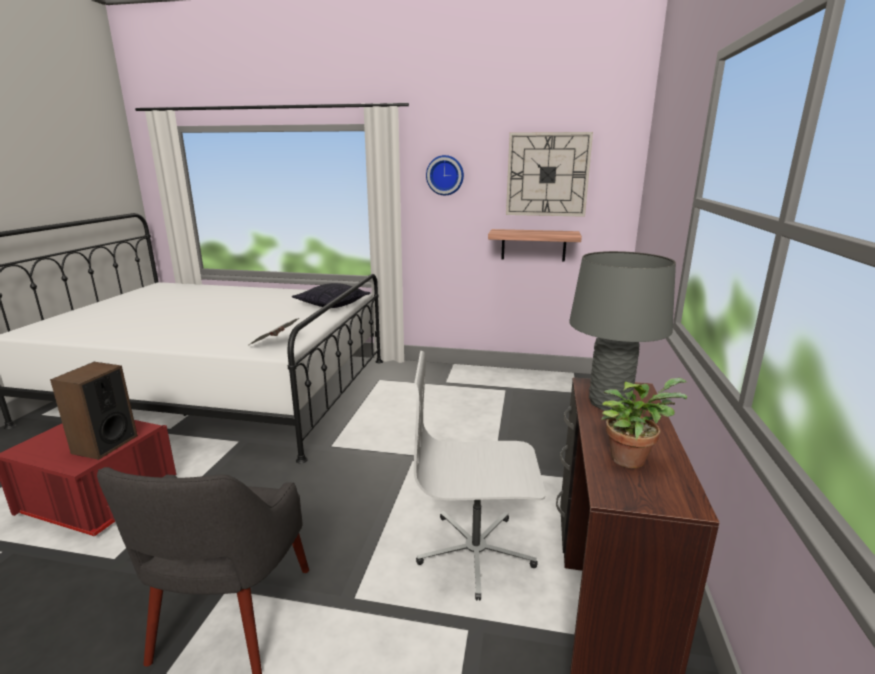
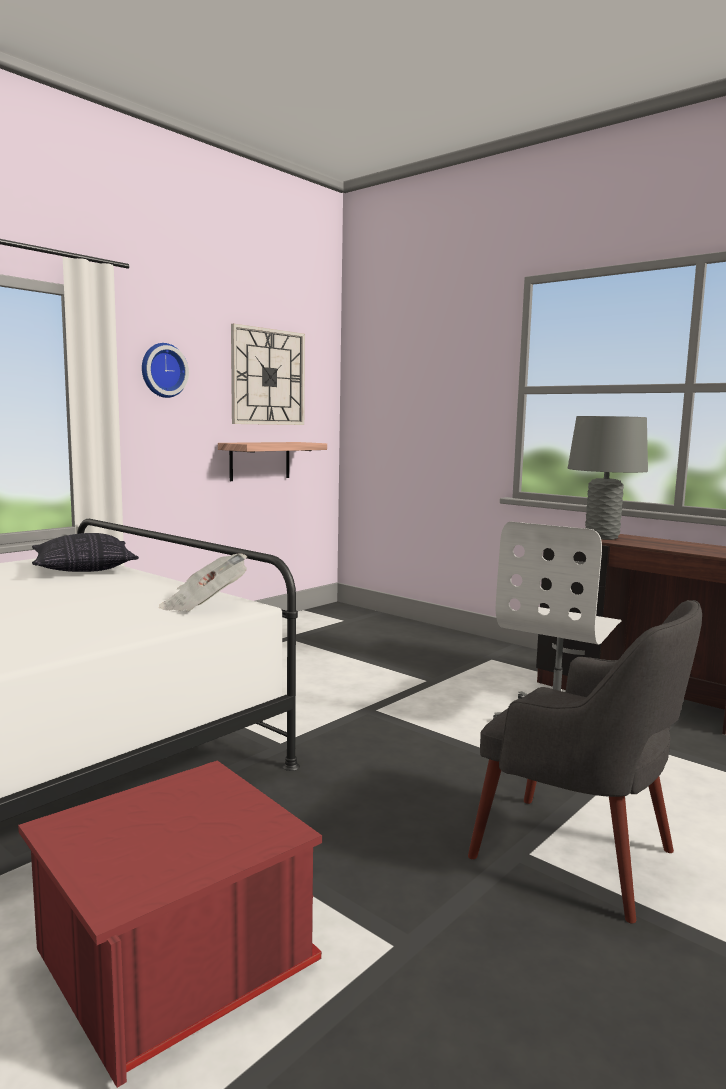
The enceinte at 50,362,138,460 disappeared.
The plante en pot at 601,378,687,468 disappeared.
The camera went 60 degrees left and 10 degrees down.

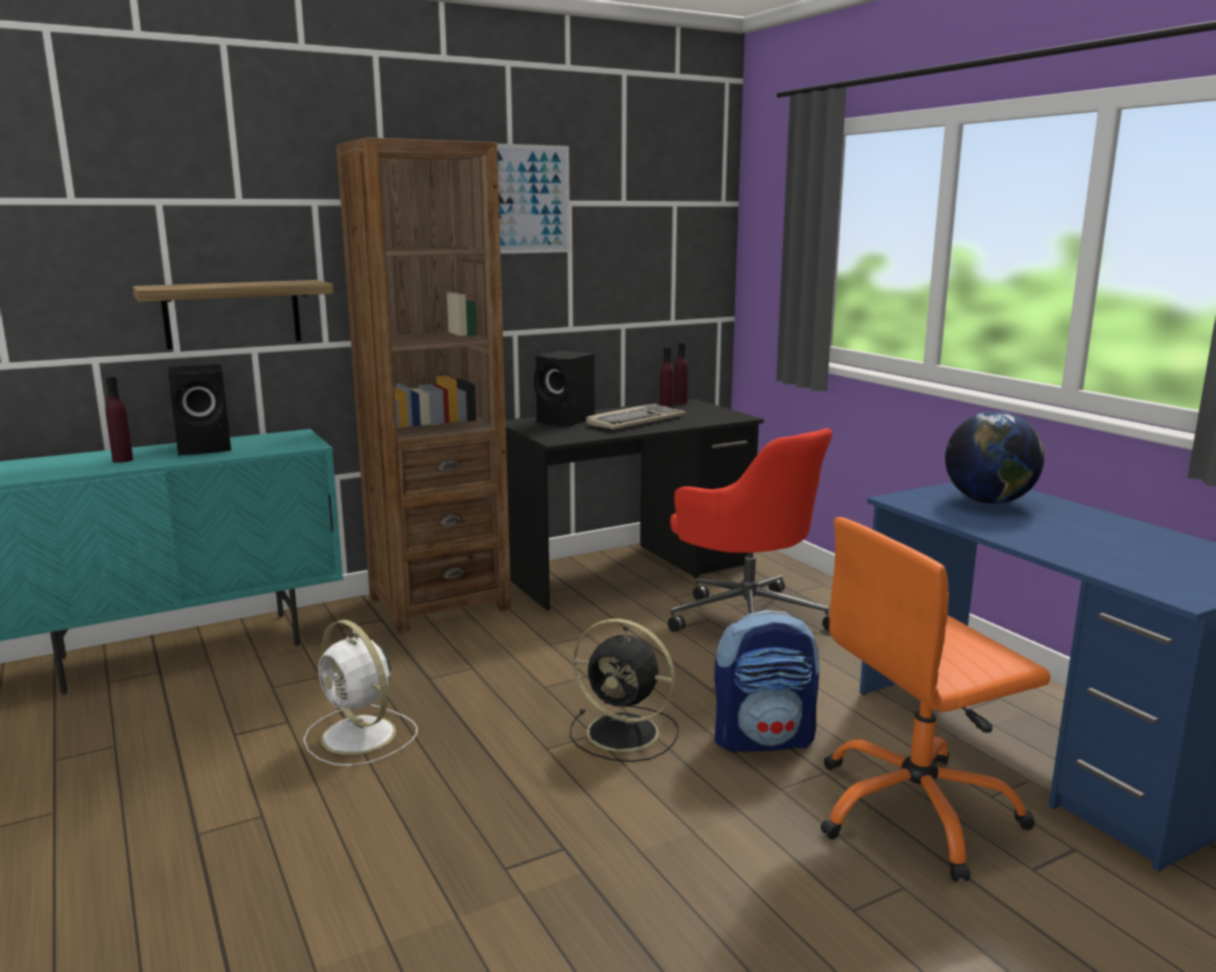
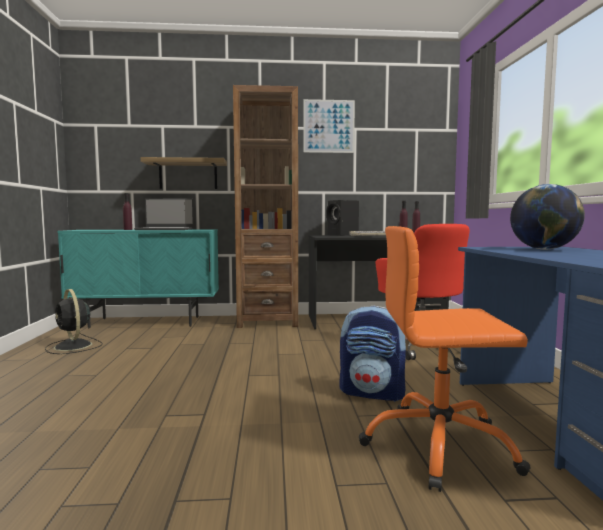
The ventilateur (noir) moved from 570,619,679,762 to 45,289,102,354.
The enceinte (noir) at 168,364,231,455 was replaced by the ordinateur portable at 134,199,194,230.
The ventilateur (blanc) at 303,620,417,766 disappeared.
The camera went 25 degrees right and 10 degrees down.

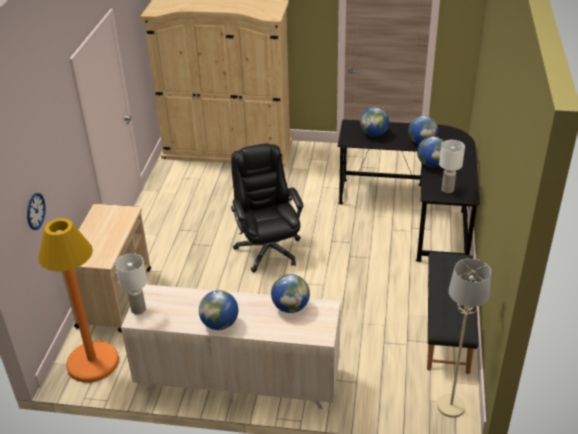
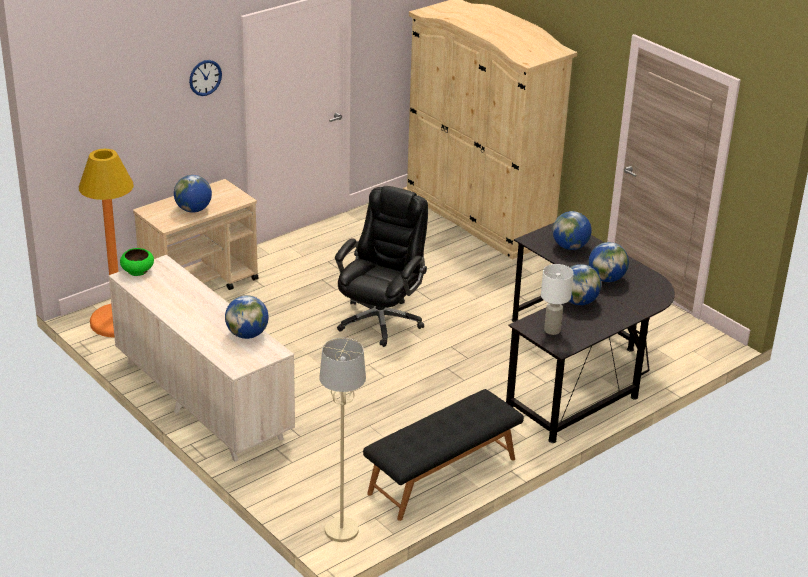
The lampe de table (blanc) at 115,253,147,315 was replaced by the bol (vert) at 120,248,154,276.
The globe moved from 199,290,238,330 to 174,175,212,213.
The horloge murale moved from 27,193,46,230 to 189,60,222,96.
The camera went 40 degrees right and 5 degrees down.

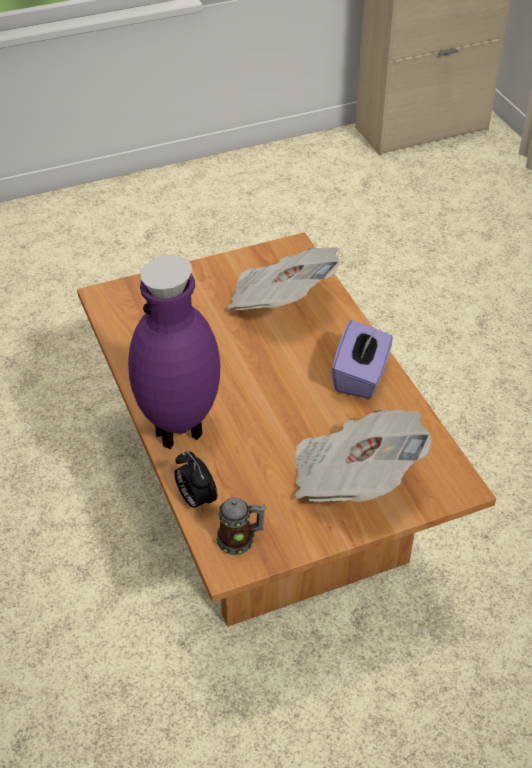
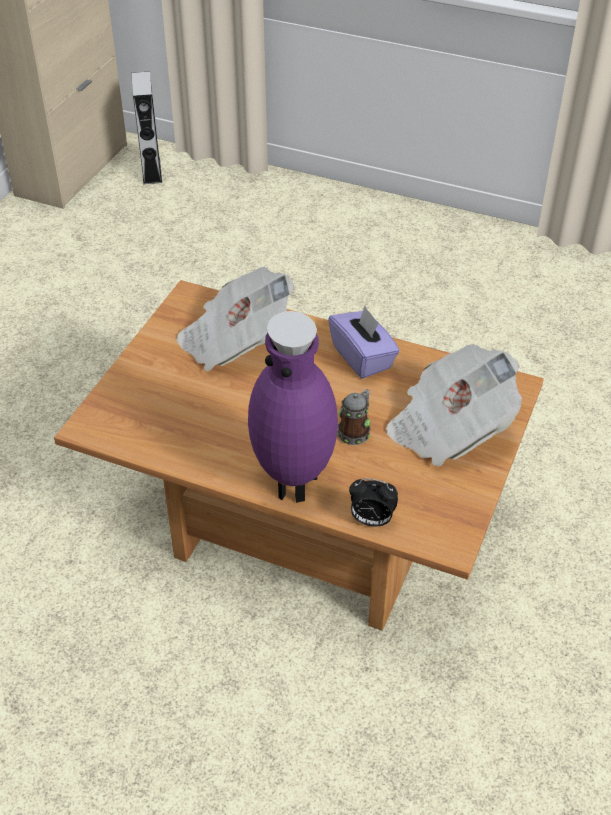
The enceinte (gris) at 131,71,162,184 appeared.
The mug moved from 215,497,266,555 to 337,389,371,445.
The camera went 45 degrees left and 0 degrees up.

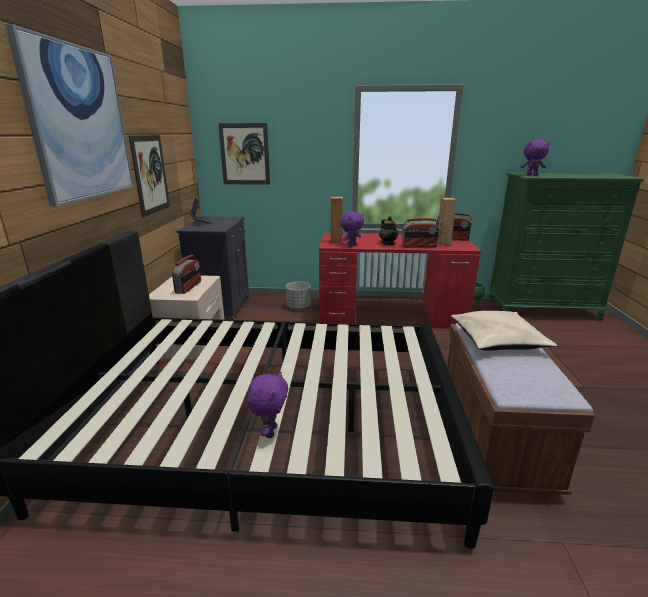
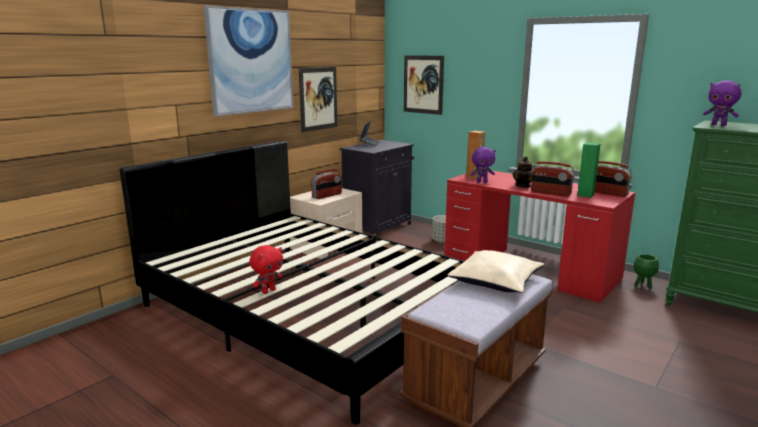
The peluche (violet) at 247,372,288,438 became the peluche (rouge) at 249,245,283,294.
The enceinte (marron) at 438,198,456,245 became the enceinte (vert) at 577,142,601,198.
The camera went 35 degrees right and 5 degrees down.

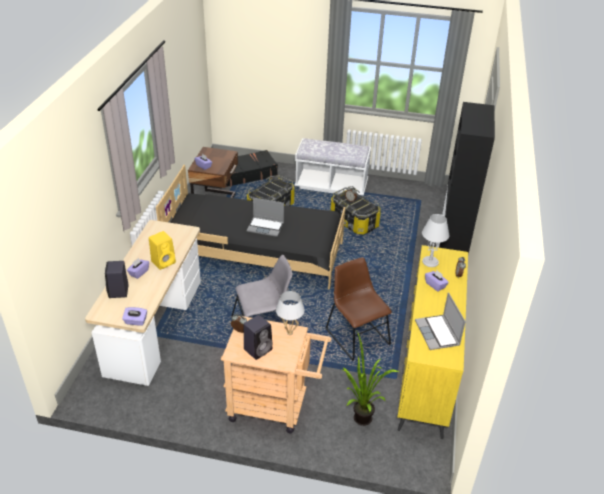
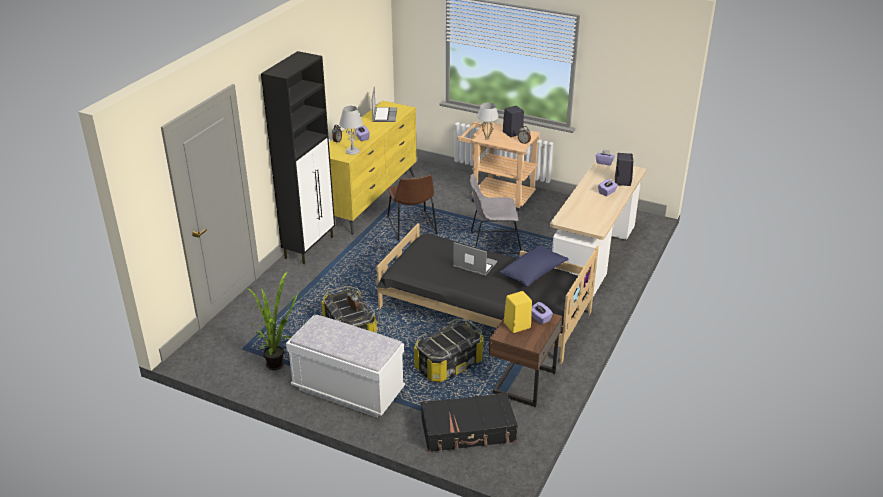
The plante en pot moved from 342,332,400,426 to 247,271,298,370.
The coussin (bleu) at 500,245,569,287 appeared.
The enceinte (jaune) moved from 149,231,176,270 to 504,291,532,333.
The camera went 165 degrees left and 5 degrees down.

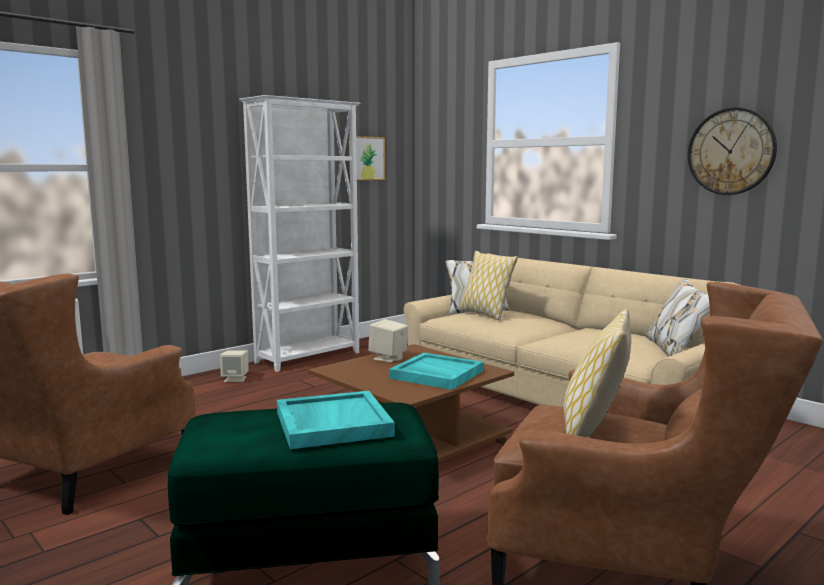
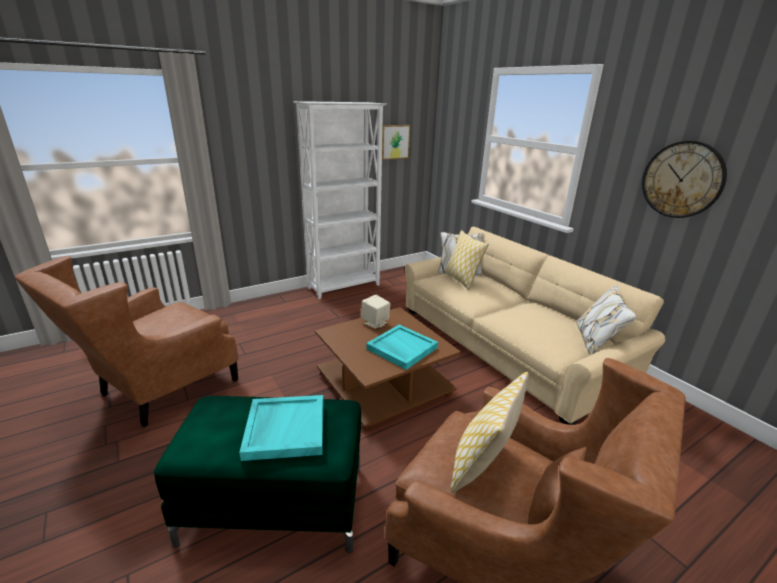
The enceinte (beige) at 220,350,249,382 disappeared.
The camera went 10 degrees right and 15 degrees up.

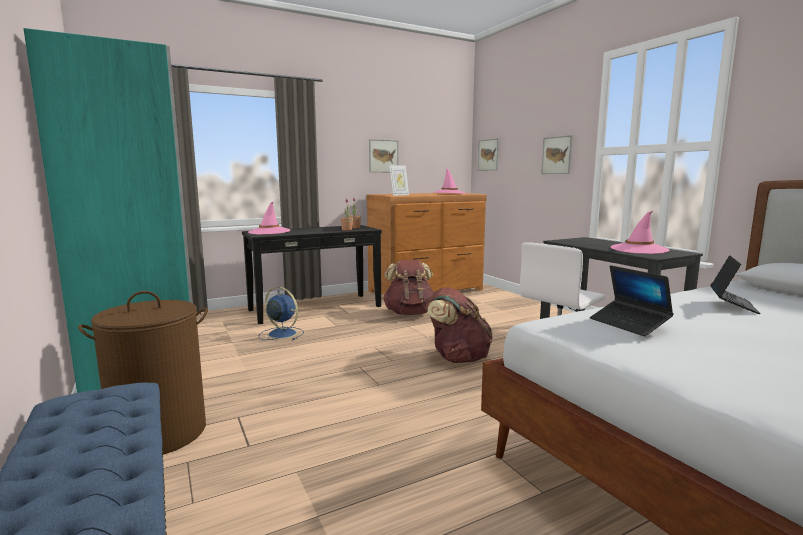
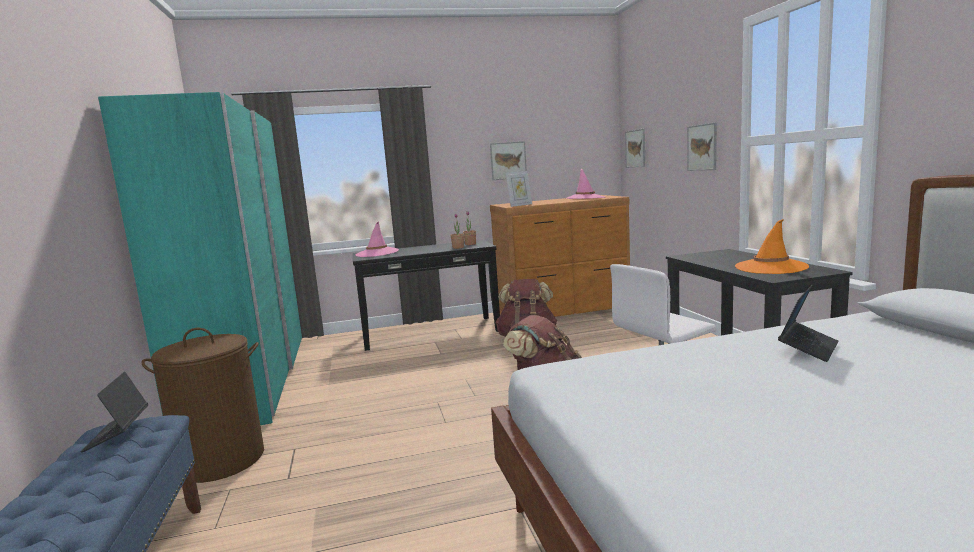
The ordinateur portable moved from 590,265,673,336 to 81,372,148,452.
The chapeau (rose) at 611,211,669,254 became the chapeau (orange) at 735,219,809,274.
The ventilateur (bleu) at 259,287,304,340 disappeared.
The camera went 15 degrees right and 0 degrees up.

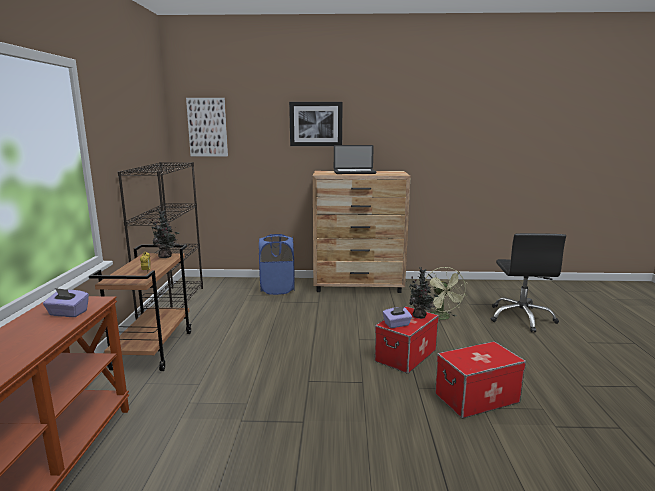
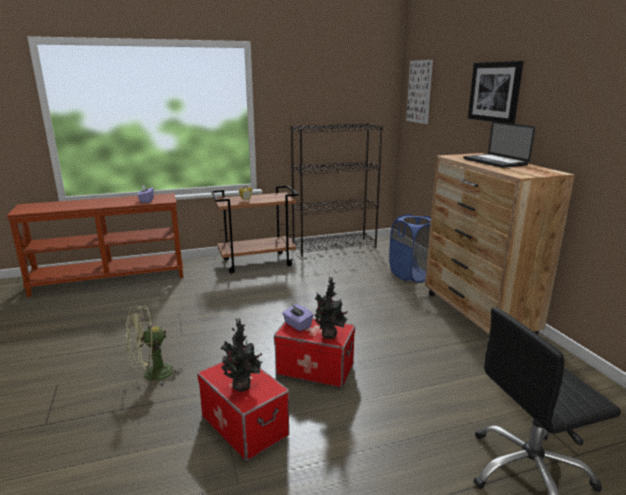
The ventilateur (vert) moved from 425,267,467,320 to 126,305,183,387.
The plante en pot moved from 151,209,179,258 to 221,318,263,392.
The camera went 70 degrees right and 5 degrees up.

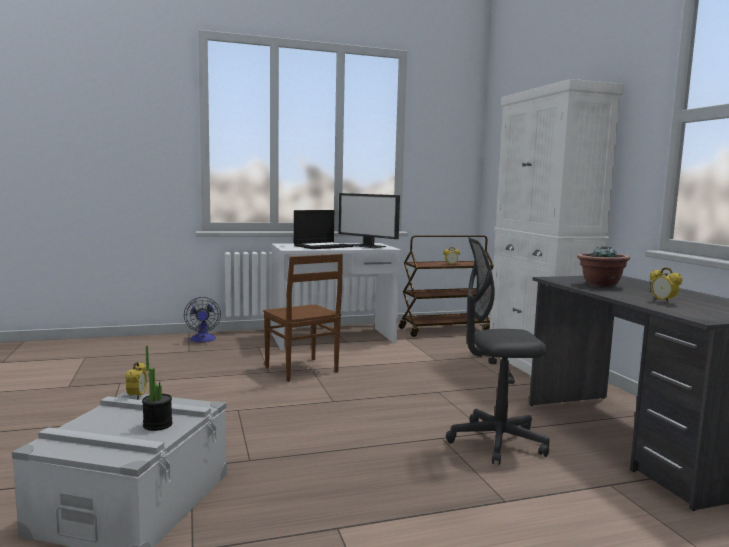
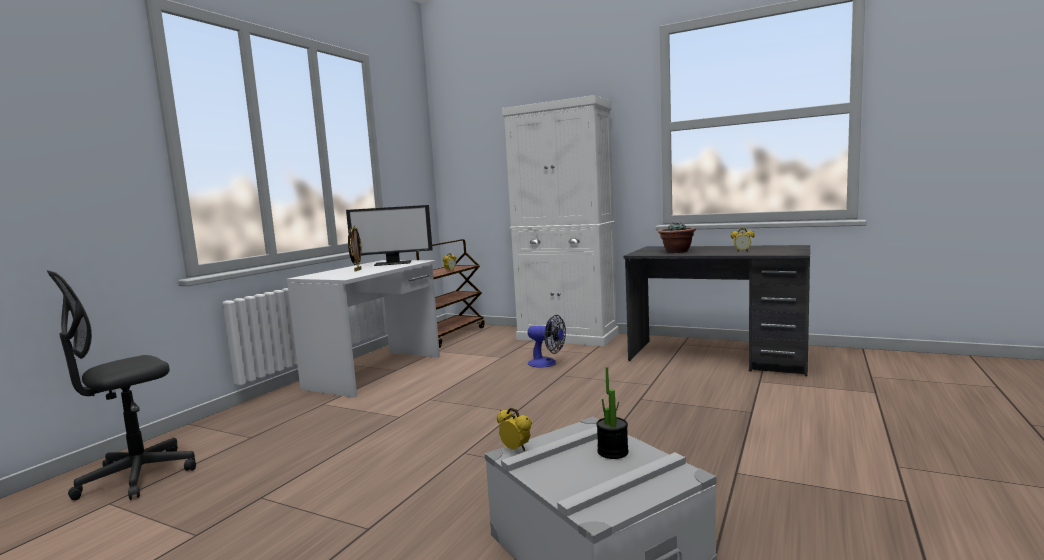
The chaise de bureau (gris) moved from 446,237,550,465 to 47,270,196,500.
The ordinateur portable at 294,210,353,249 was replaced by the cadre photo at 348,225,362,272.
The ventilateur moved from 184,297,221,342 to 528,315,566,368.
The chaise (marron) at 263,254,343,382 disappeared.
The camera went 45 degrees left and 0 degrees up.

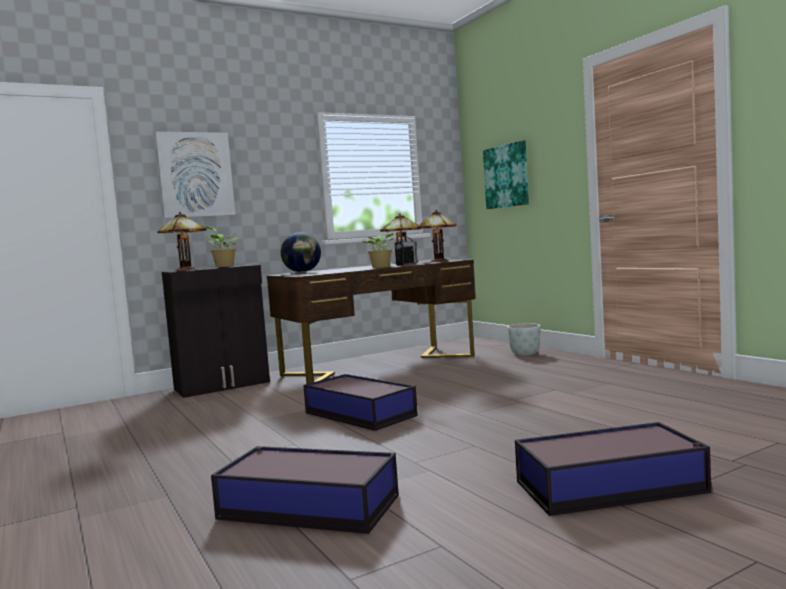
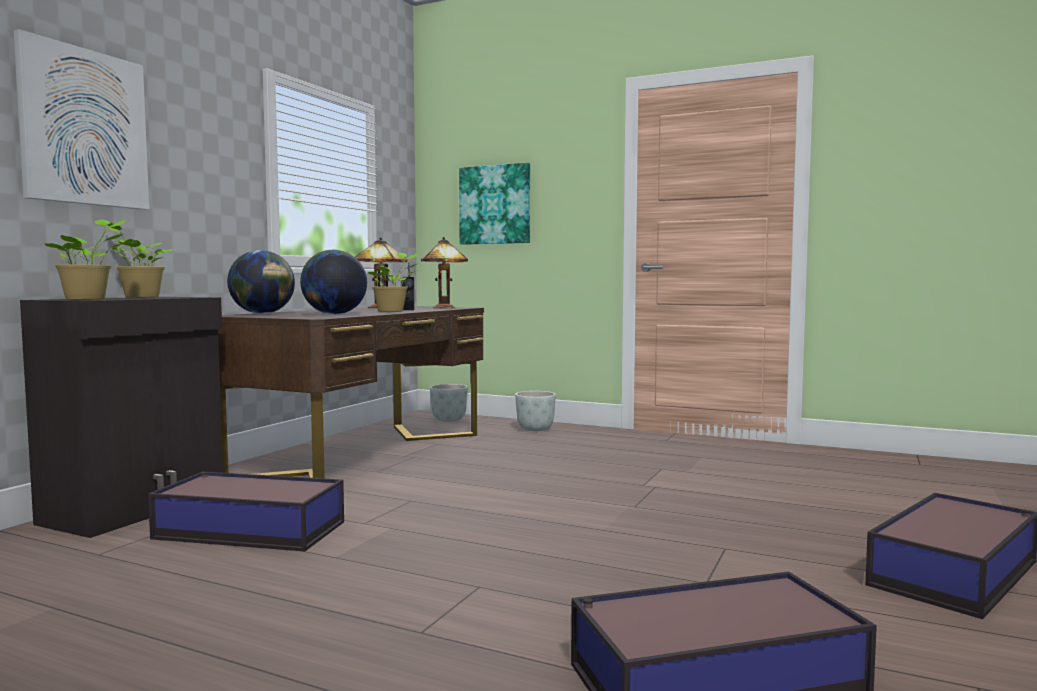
The lampe de table at 157,212,206,271 was replaced by the plante en pot at 45,219,128,300.
The boîte de rangement moved from 303,374,418,431 to 148,472,344,551.
The globe at 300,250,367,314 appeared.
The cache-pot (gris) at 430,384,468,422 appeared.
The camera went 35 degrees left and 0 degrees up.

